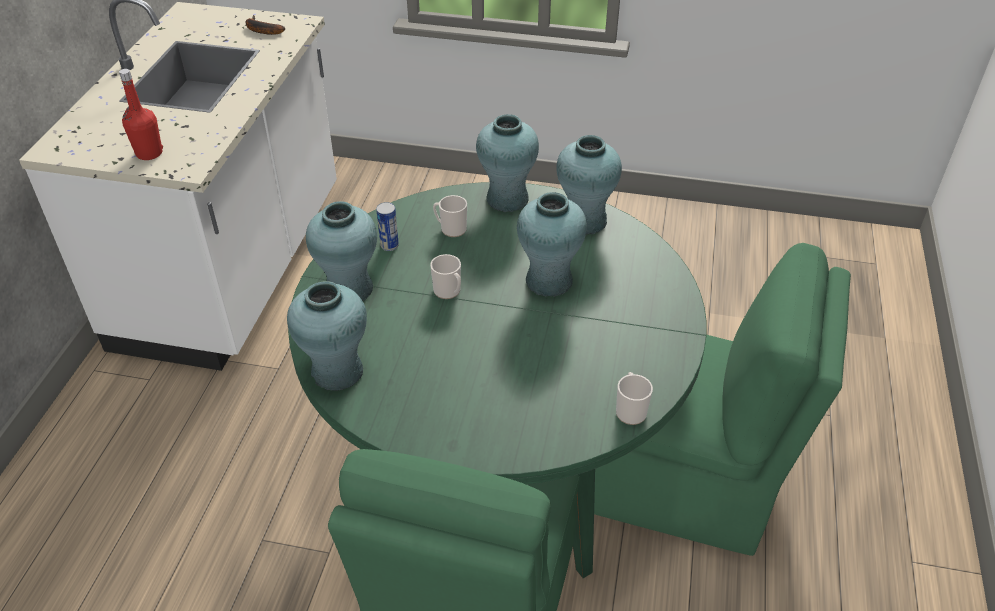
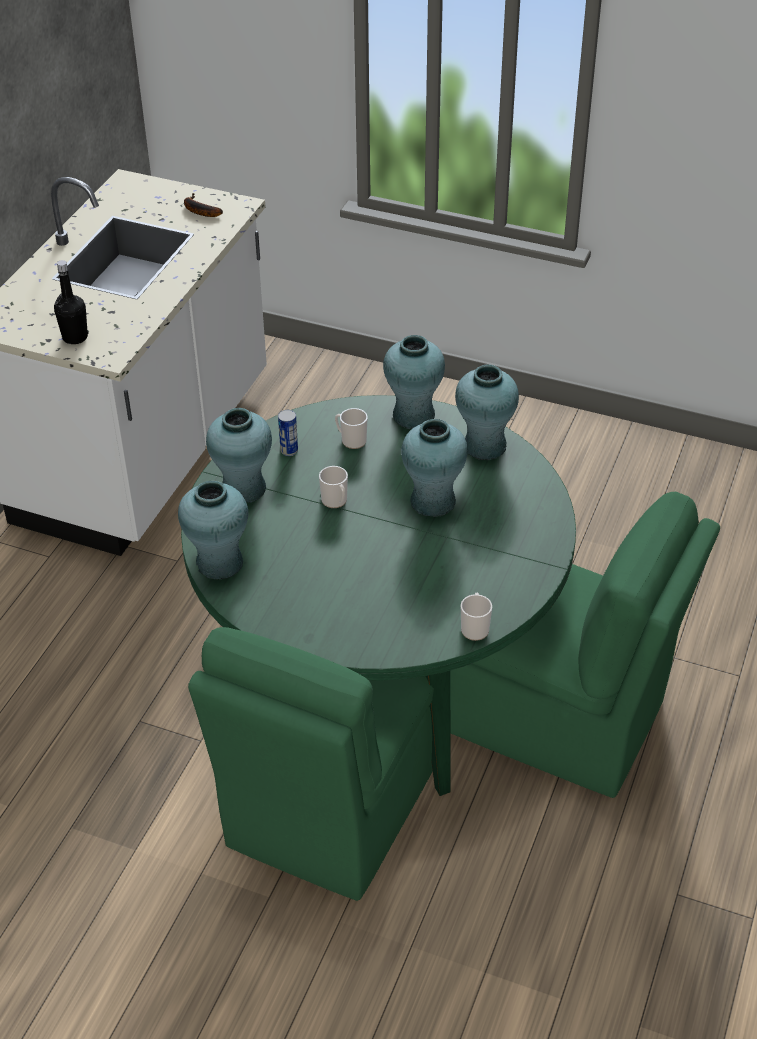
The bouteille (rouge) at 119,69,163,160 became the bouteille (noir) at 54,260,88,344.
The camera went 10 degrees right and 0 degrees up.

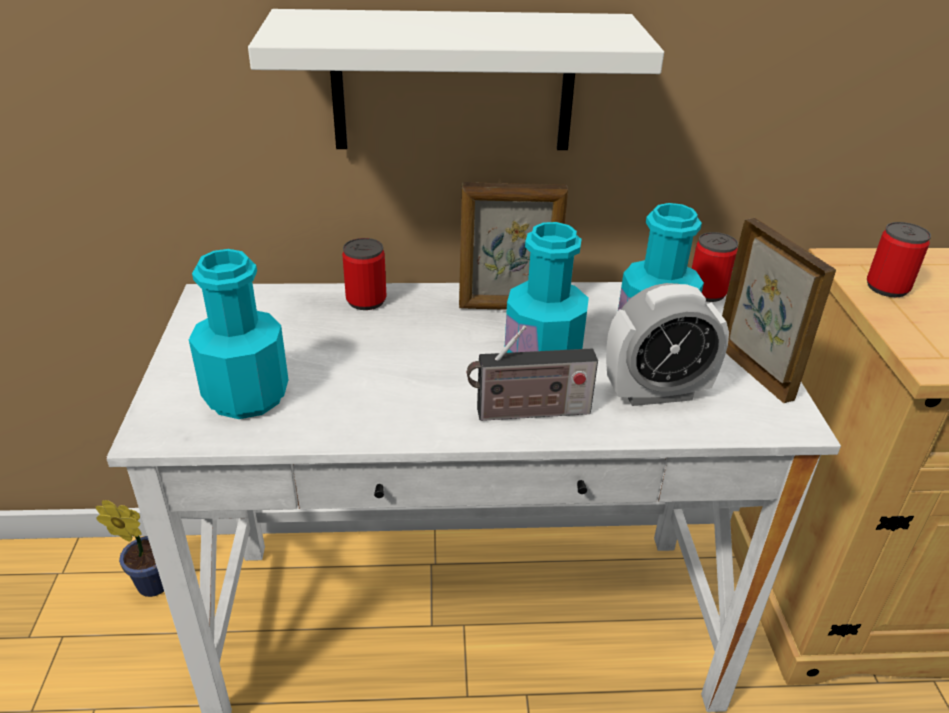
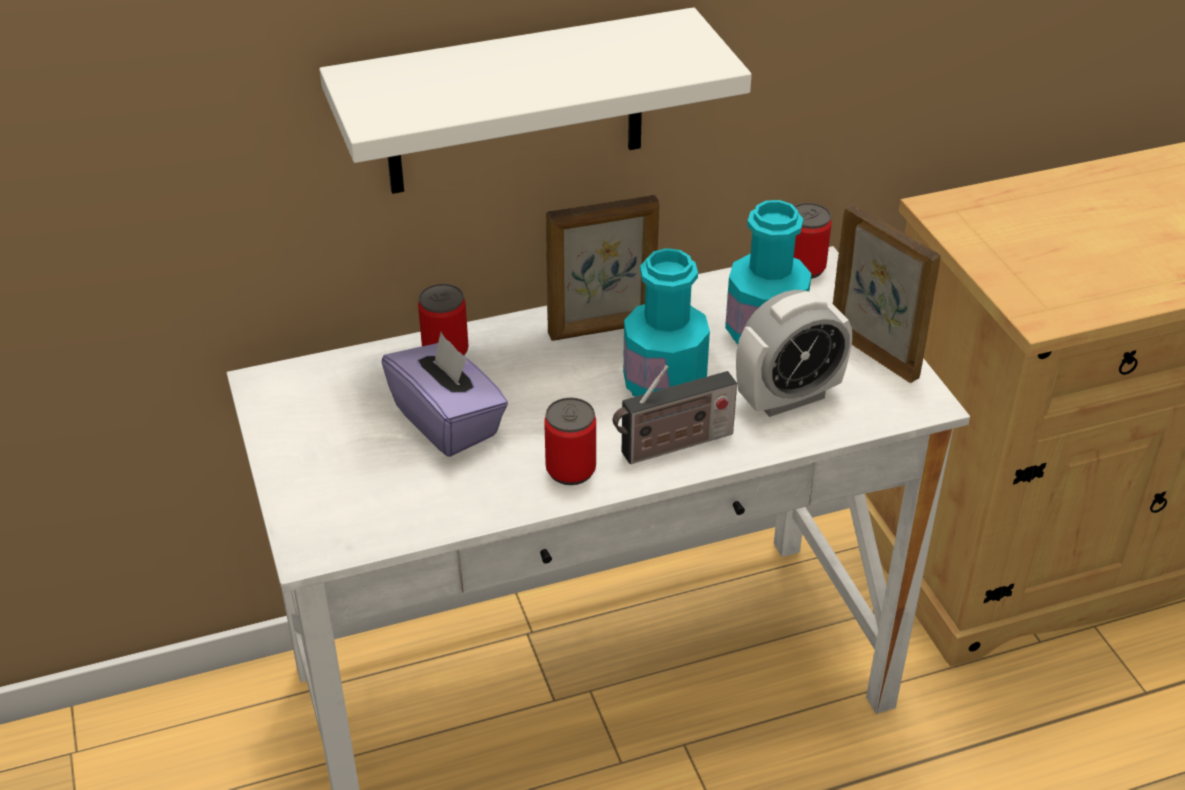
The boîte à mouchoirs (violet) at 382,332,508,457 appeared.
The boîte métallique moved from 867,222,931,297 to 544,398,596,485.
The plante en pot at 95,500,164,597 disappeared.
The bouteille (turquoise) at 189,249,289,419 disappeared.
The camera went 15 degrees left and 5 degrees up.

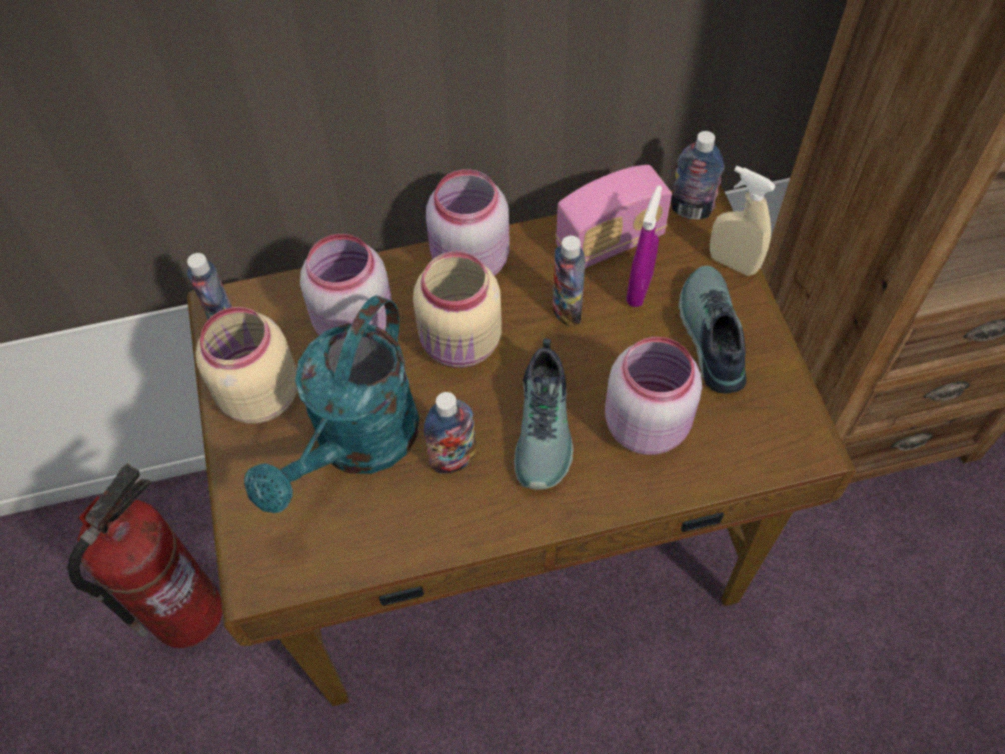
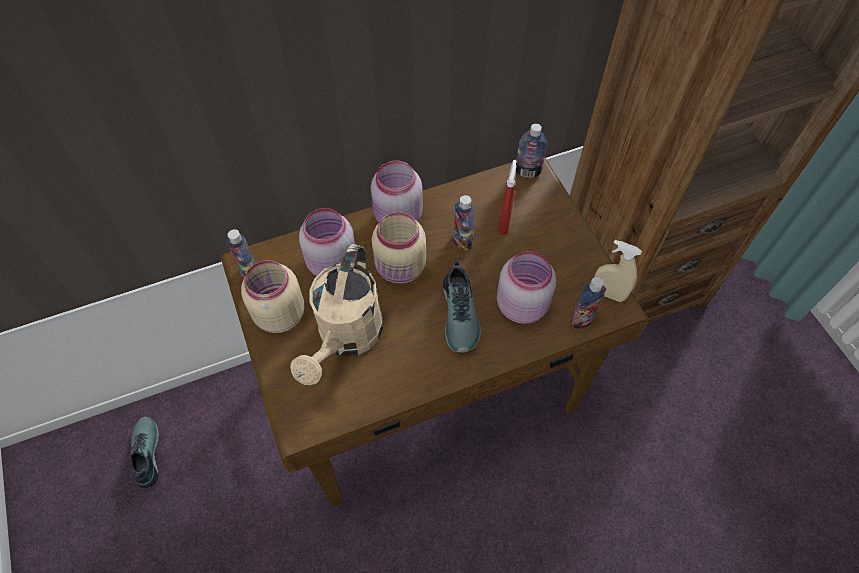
The chaussure moved from 679,266,746,394 to 130,417,159,488.
The arrosoir (turquoise) at 244,295,419,513 became the arrosoir (beige) at 290,244,383,385.
The vaporisateur (violet) at 626,185,662,307 became the vaporisateur (rouge) at 498,160,516,235.
The bouteille moved from 424,392,476,473 to 571,277,606,329.
The vaporisateur (beige) moved from 710,166,776,276 to 594,240,642,302.
The extincteur at 67,463,222,648 disappeared.
The radio at 556,165,672,268 disappeared.
The camera went 10 degrees left and 0 degrees up.

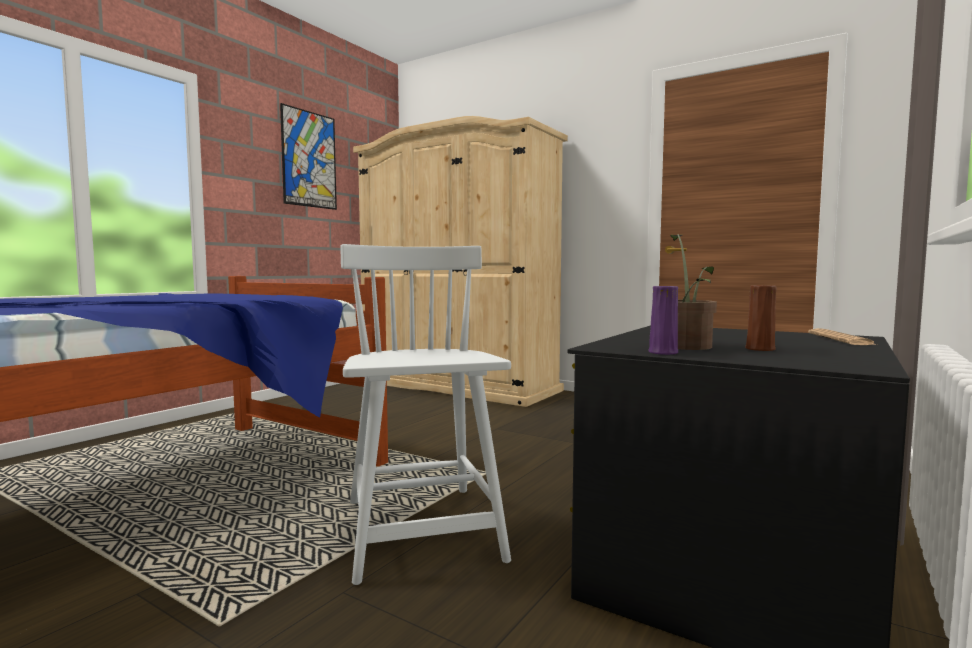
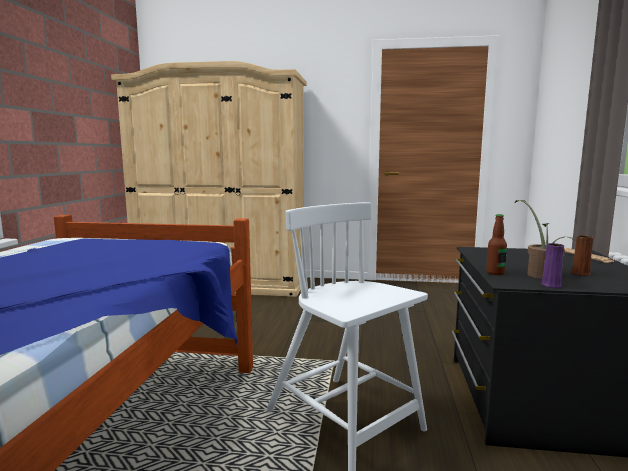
The bouteille at 486,214,507,275 appeared.
The tableau at 280,103,337,210 disappeared.
The camera went 25 degrees left and 5 degrees up.

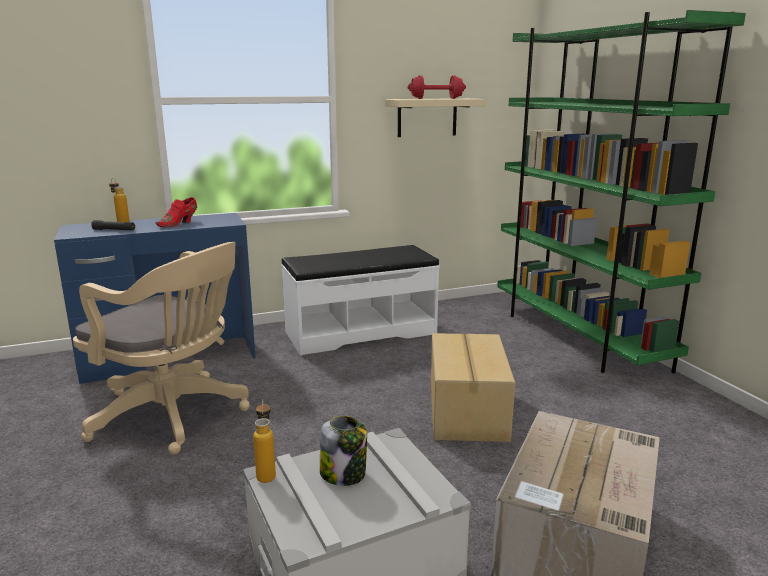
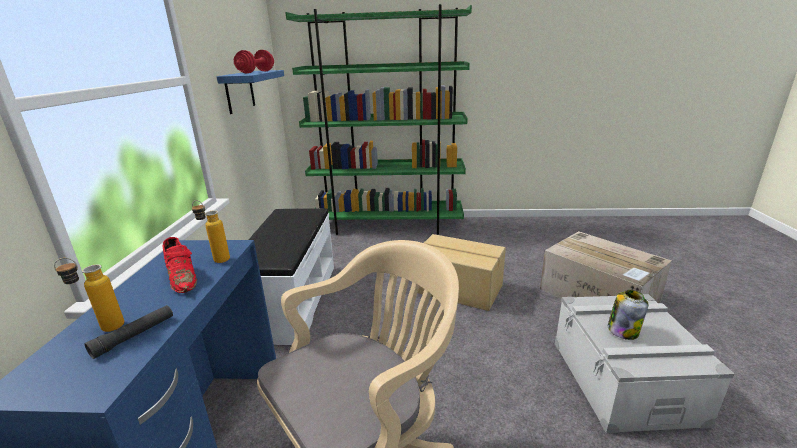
The bouteille moved from 253,399,276,483 to 192,200,230,263.
The étagère (beige) at 385,98,486,137 became the étagère (bleu) at 217,70,284,114.
The camera went 65 degrees left and 5 degrees up.

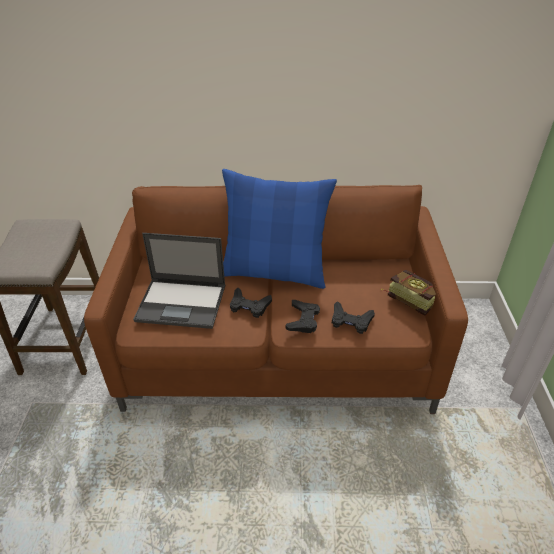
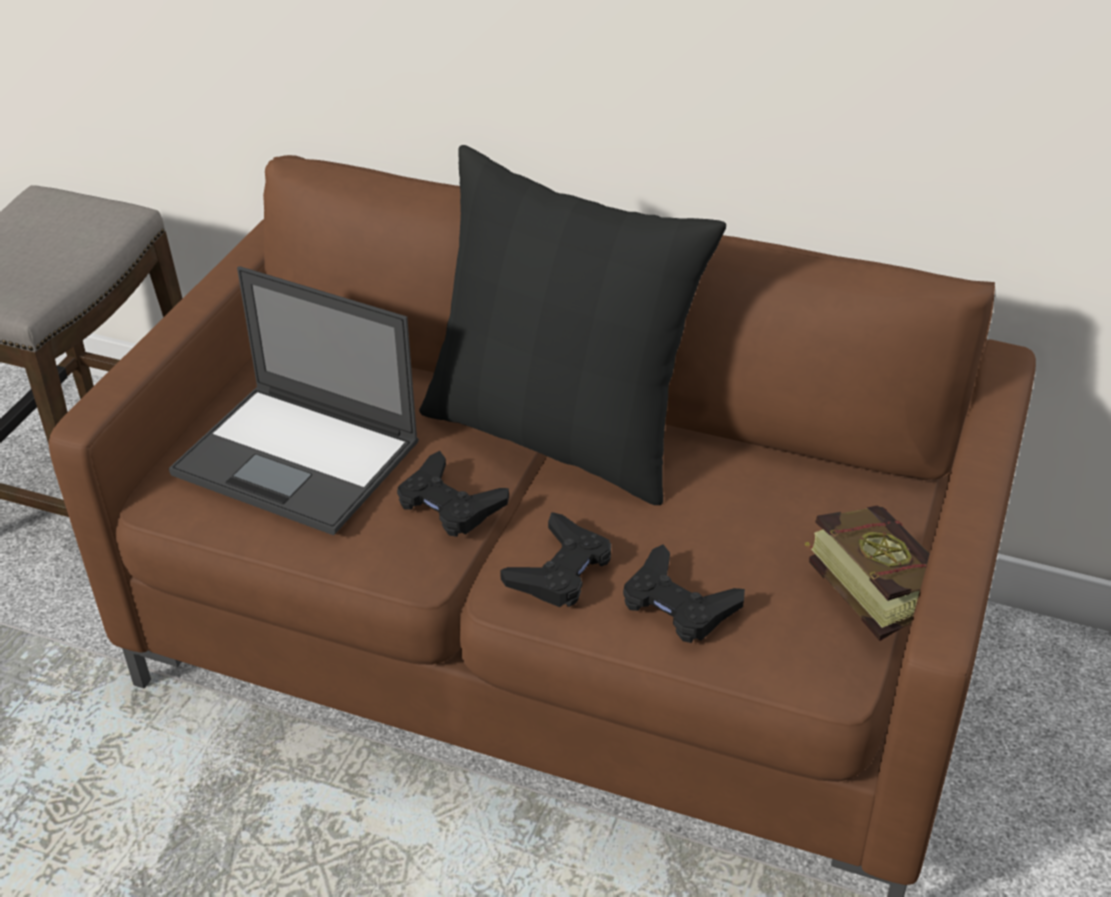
The coussin (bleu) at 222,169,337,289 became the coussin (noir) at 419,145,726,505.
The camera went 20 degrees right and 0 degrees up.

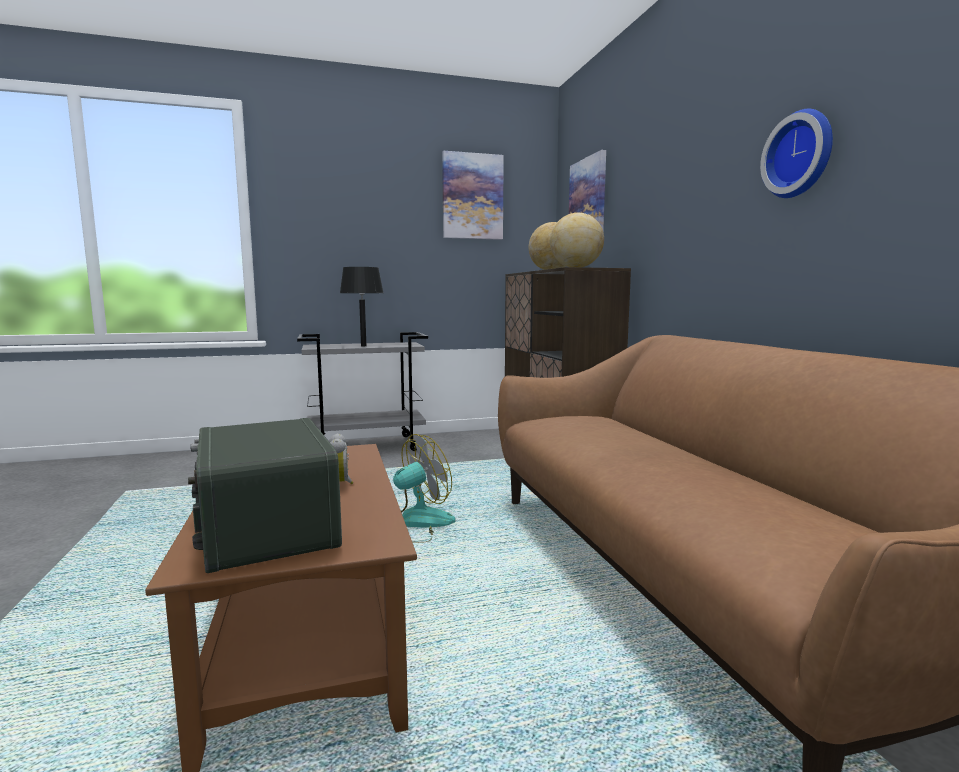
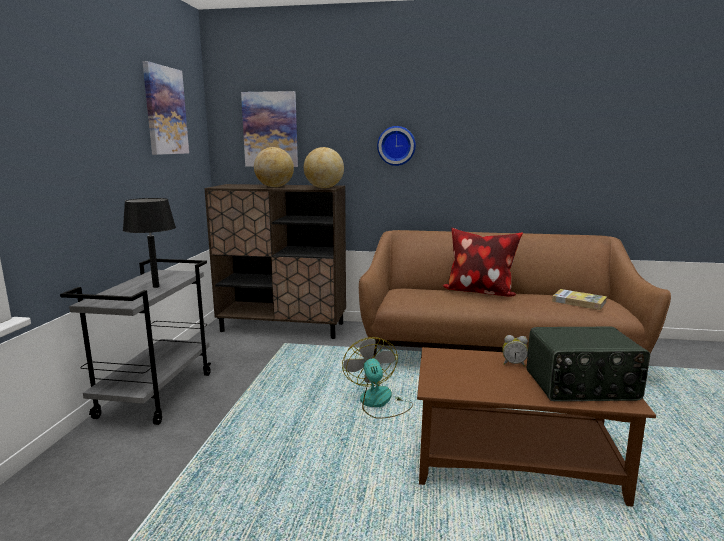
The horloge murale moved from 760,109,833,198 to 377,126,416,166.
The coussin at 442,228,523,297 appeared.
The livre at 552,289,607,310 appeared.
The camera went 65 degrees left and 5 degrees up.

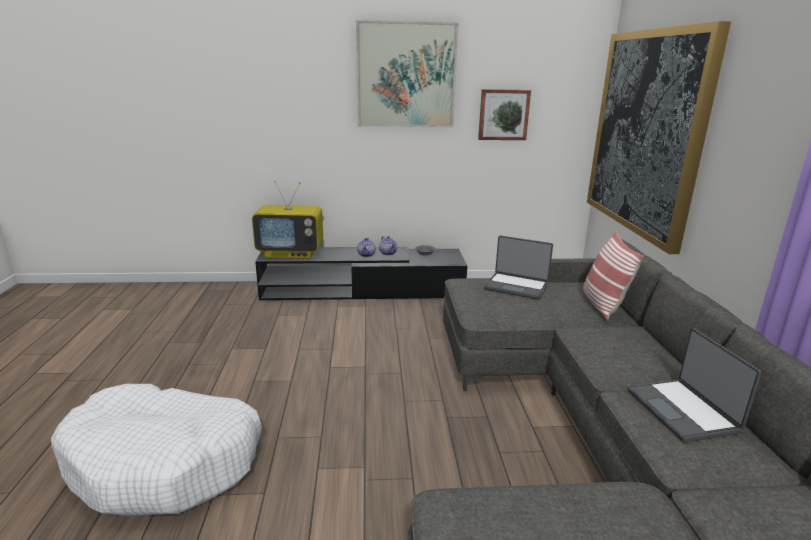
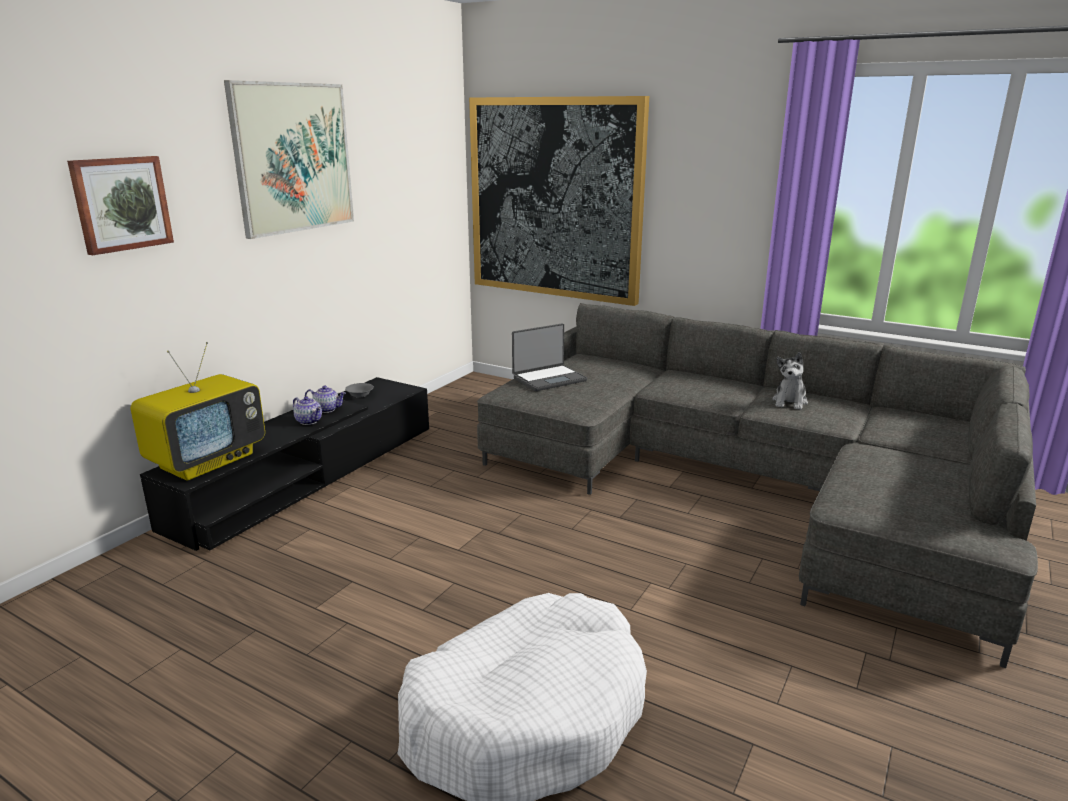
The tableau moved from 478,89,531,140 to 67,156,174,255.
The ordinateur portable at 627,328,762,443 was replaced by the peluche at 772,352,808,410.
The coussin at 583,232,644,320 disappeared.
The camera went 55 degrees left and 0 degrees up.

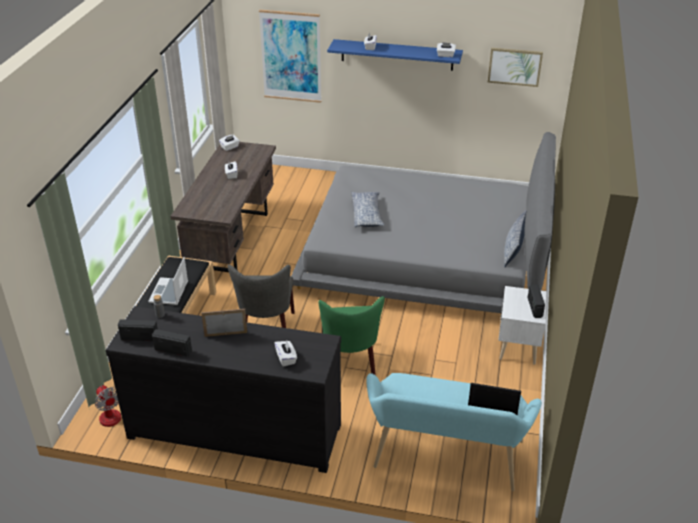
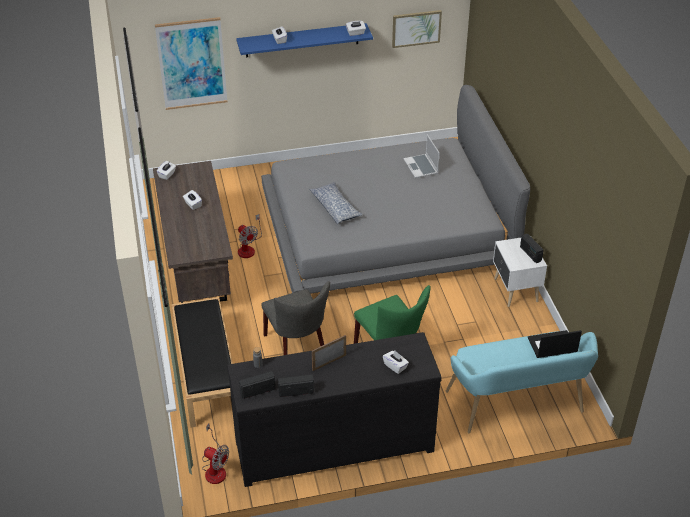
The ventilateur at 238,214,262,258 appeared.
The ordinateur portable moved from 148,257,188,305 to 404,134,440,178.
The coussin at 504,210,527,268 disappeared.
The camera went 25 degrees left and 5 degrees up.

